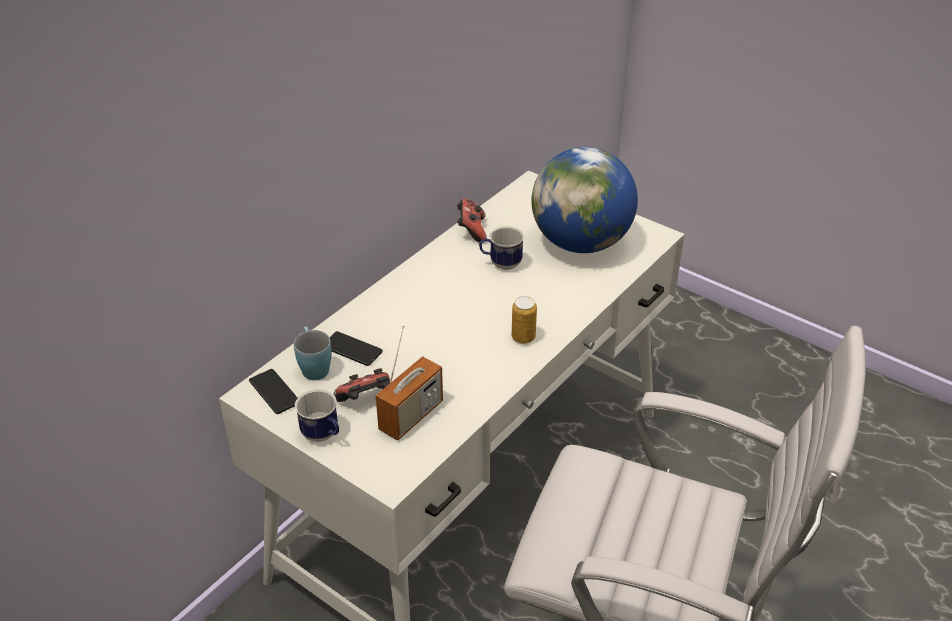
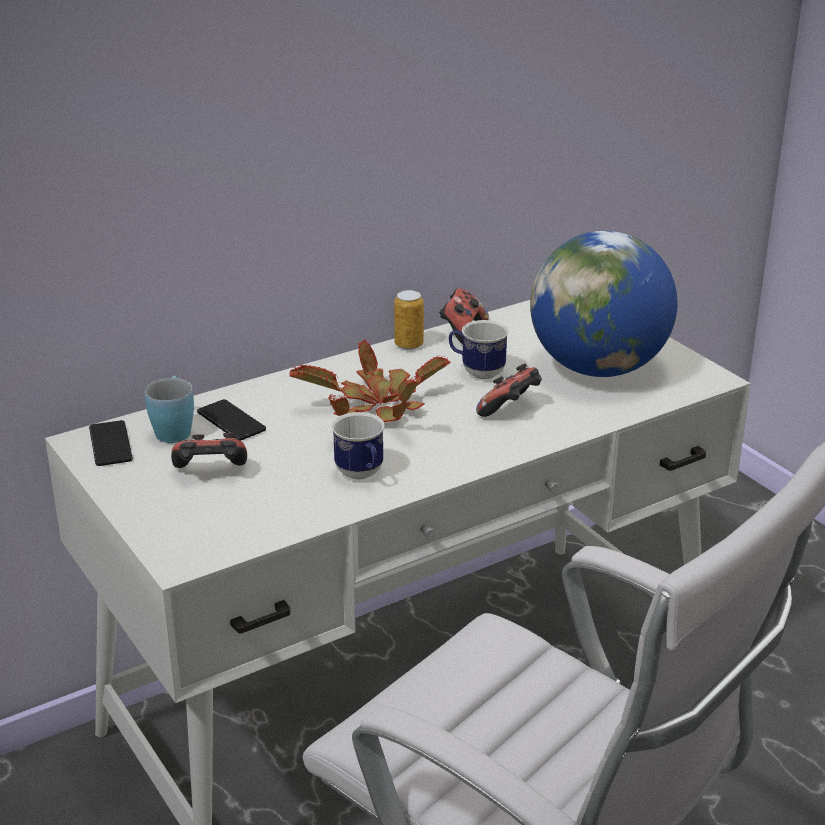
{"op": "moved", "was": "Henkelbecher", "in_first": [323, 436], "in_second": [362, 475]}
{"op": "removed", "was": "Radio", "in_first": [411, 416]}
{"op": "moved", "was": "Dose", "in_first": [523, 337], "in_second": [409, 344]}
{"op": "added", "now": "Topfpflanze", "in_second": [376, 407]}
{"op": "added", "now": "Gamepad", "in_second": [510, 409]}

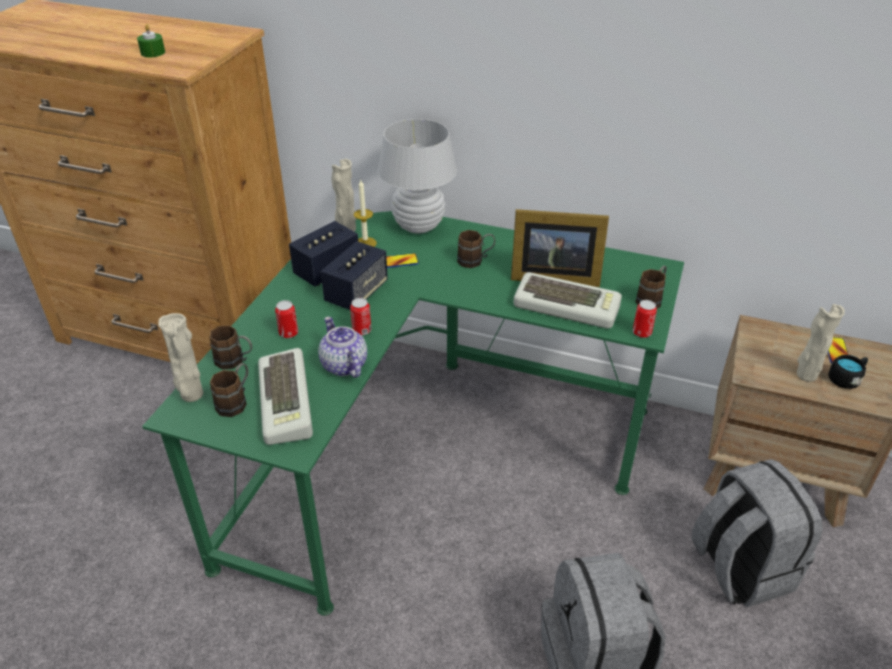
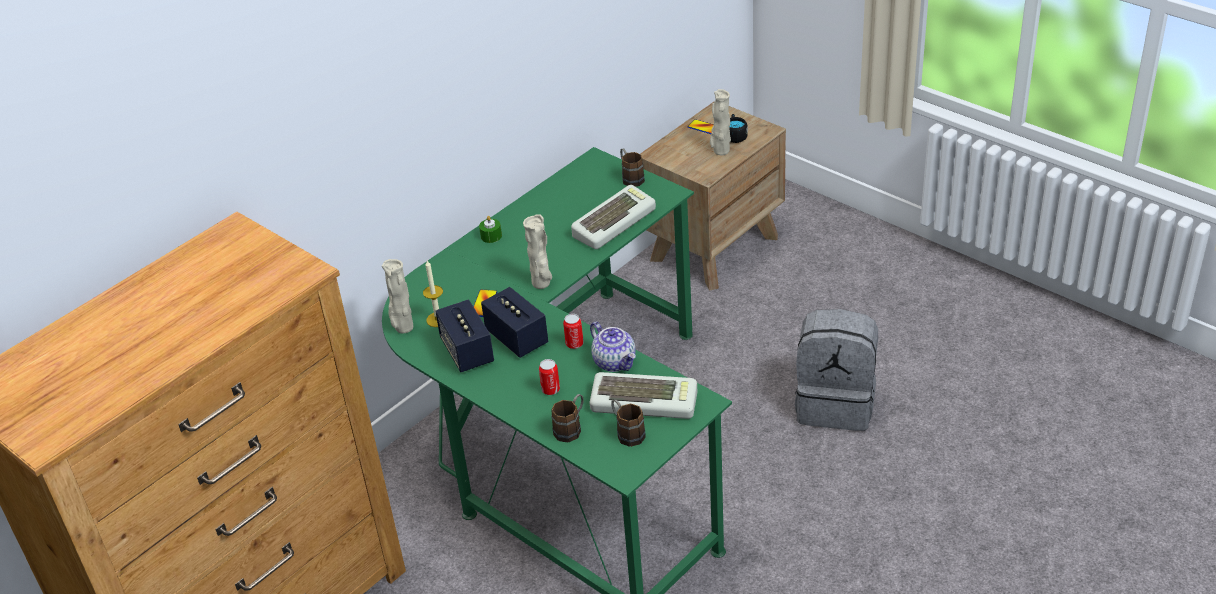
{"op": "moved", "was": "Kerze [grün]", "in_first": [153, 53], "in_second": [491, 236]}
{"op": "moved", "was": "Vase [beige]", "in_first": [191, 396], "in_second": [542, 284]}
{"op": "turned", "was": "Teekanne", "in_first": [343, 365], "in_second": [615, 362], "clockwise": -120}
{"op": "removed", "was": "Tischlampe [weiß]", "in_first": [419, 226]}
{"op": "removed", "was": "Henkelbecher [braun]", "in_first": [475, 260]}
{"op": "removed", "was": "Bilderrahmen", "in_first": [552, 276]}
{"op": "removed", "was": "Dose", "in_first": [642, 332]}
{"op": "removed", "was": "Rucksack [grau]", "in_first": [739, 567]}

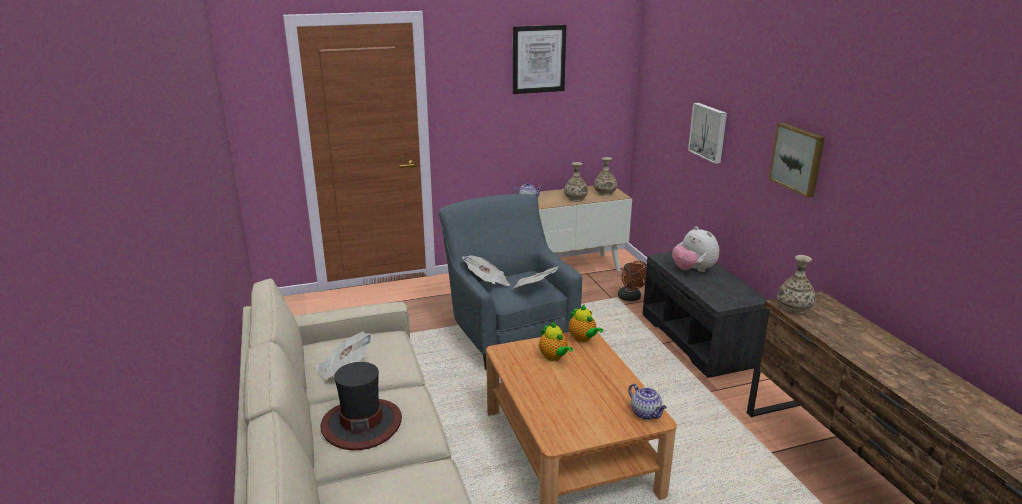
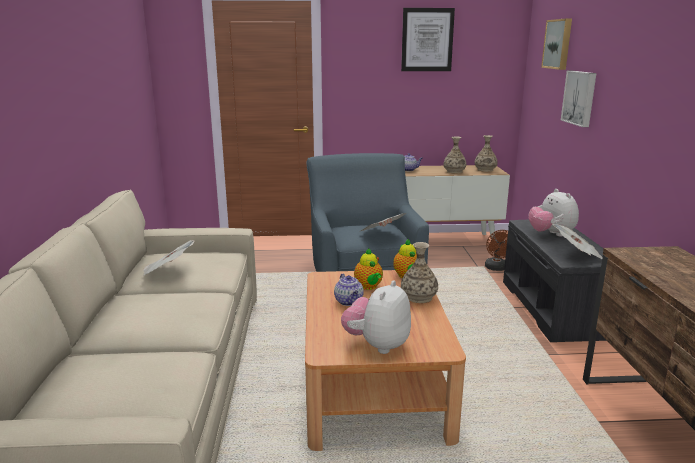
{"op": "removed", "was": "Hut", "in_first": [361, 424]}
{"op": "moved", "was": "Zeitung", "in_first": [487, 282], "in_second": [577, 254]}
{"op": "moved", "was": "Teekanne", "in_first": [646, 413], "in_second": [349, 302]}
{"op": "moved", "was": "Bild", "in_first": [798, 159], "in_second": [558, 44]}
{"op": "moved", "was": "Vase", "in_first": [794, 308], "in_second": [419, 297]}
{"op": "added", "now": "Plüschtier", "in_second": [377, 345]}

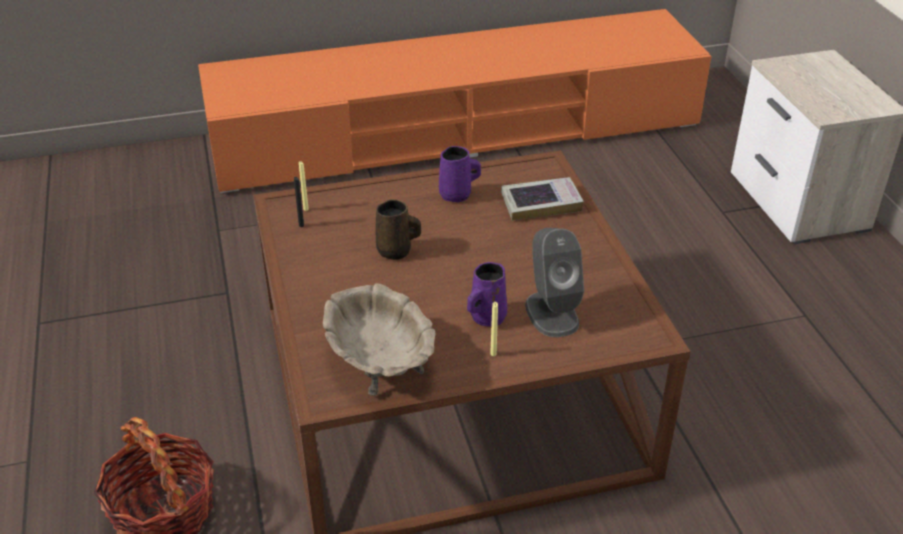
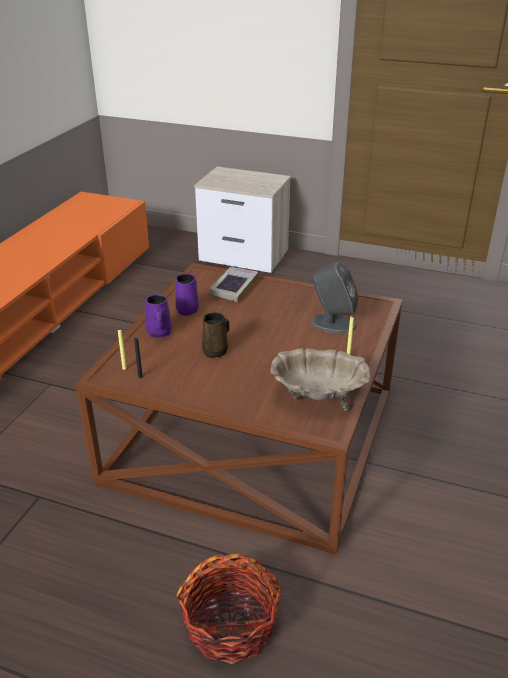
{"op": "moved", "was": "Henkelbecher [lila]", "in_first": [486, 317], "in_second": [159, 333]}

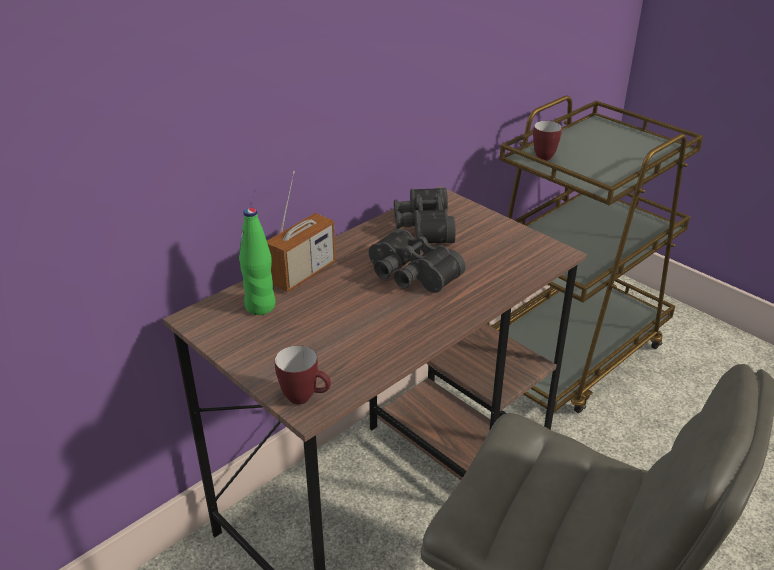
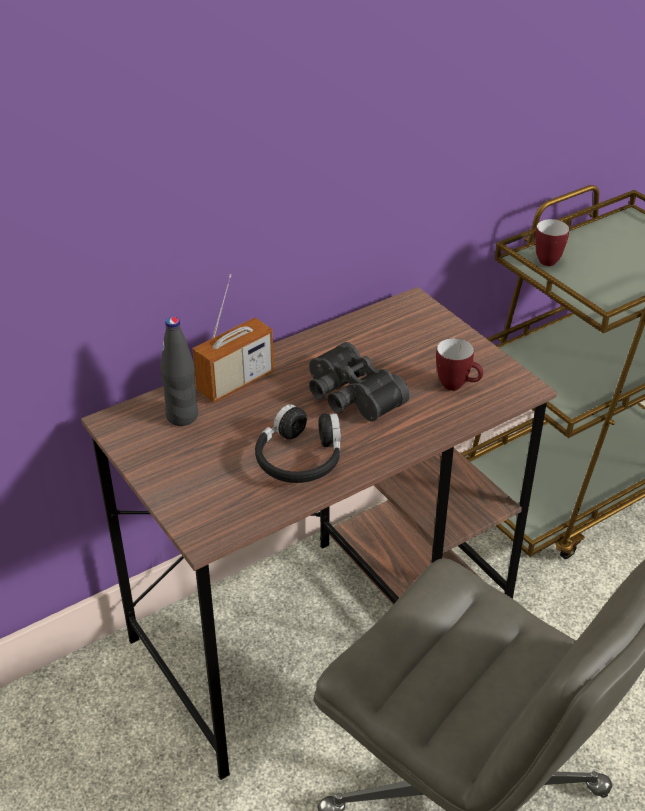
{"op": "recoloured", "was": "Flasche [grün]", "now": "Flasche [schwarz]", "in_first": [260, 306], "in_second": [182, 416]}
{"op": "moved", "was": "Henkelbecher", "in_first": [305, 398], "in_second": [457, 386]}
{"op": "removed", "was": "Fernglas [schwarz]", "in_first": [422, 226]}
{"op": "added", "now": "Kopfhörer [schwarz]", "in_second": [300, 458]}

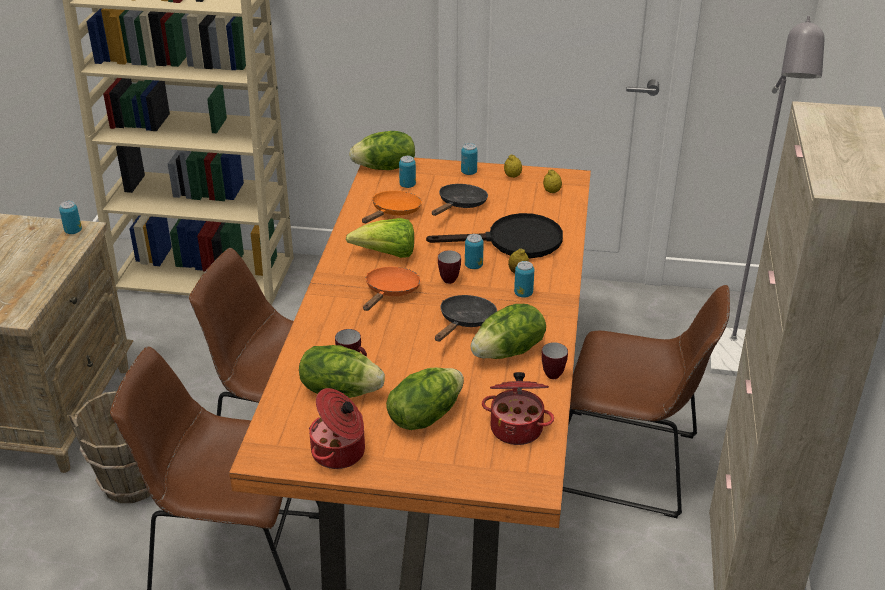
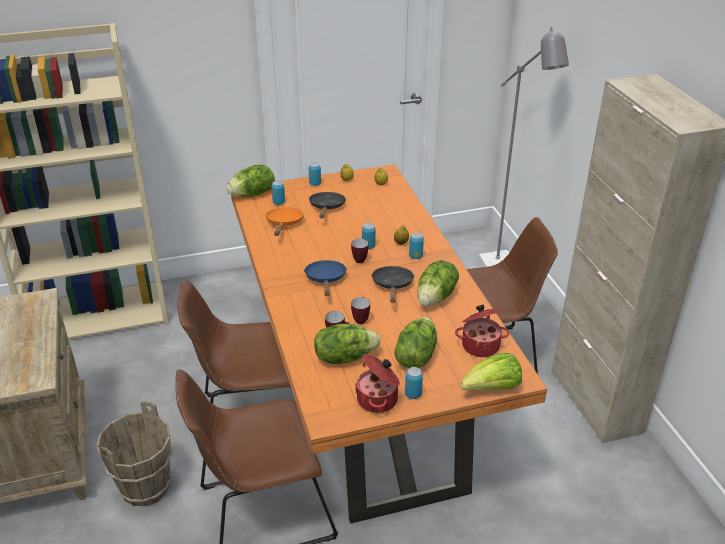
{"op": "moved", "was": "Dose", "in_first": [73, 231], "in_second": [413, 394]}
{"op": "moved", "was": "Salatkopf", "in_first": [387, 255], "in_second": [492, 389]}
{"op": "recoloured", "was": "Pfanne [orange]", "now": "Pfanne [blau]", "in_first": [390, 292], "in_second": [326, 279]}
{"op": "removed", "was": "Pfanne [schwarz]", "in_first": [514, 241]}
{"op": "moved", "was": "Henkelbecher", "in_first": [553, 372], "in_second": [359, 319]}

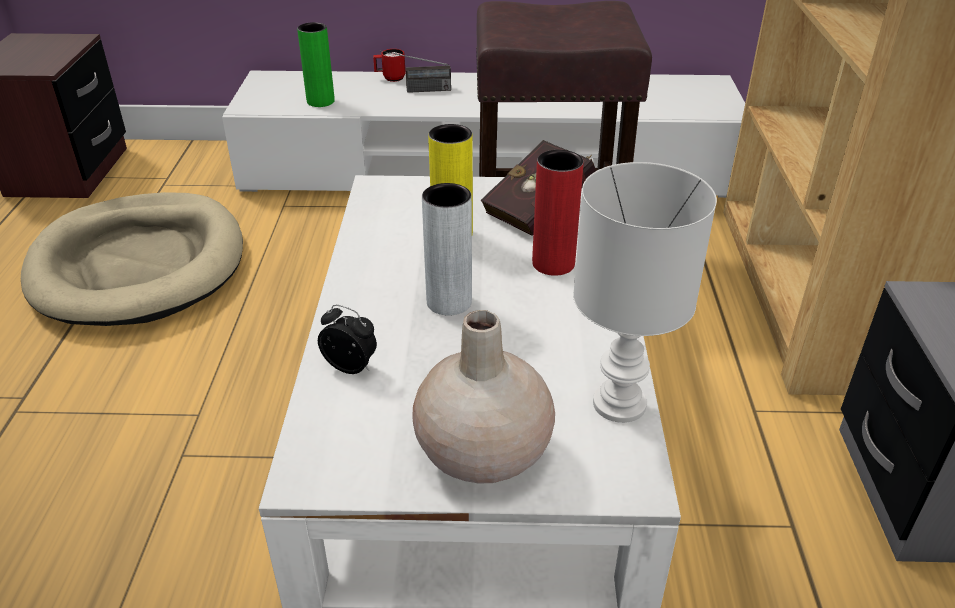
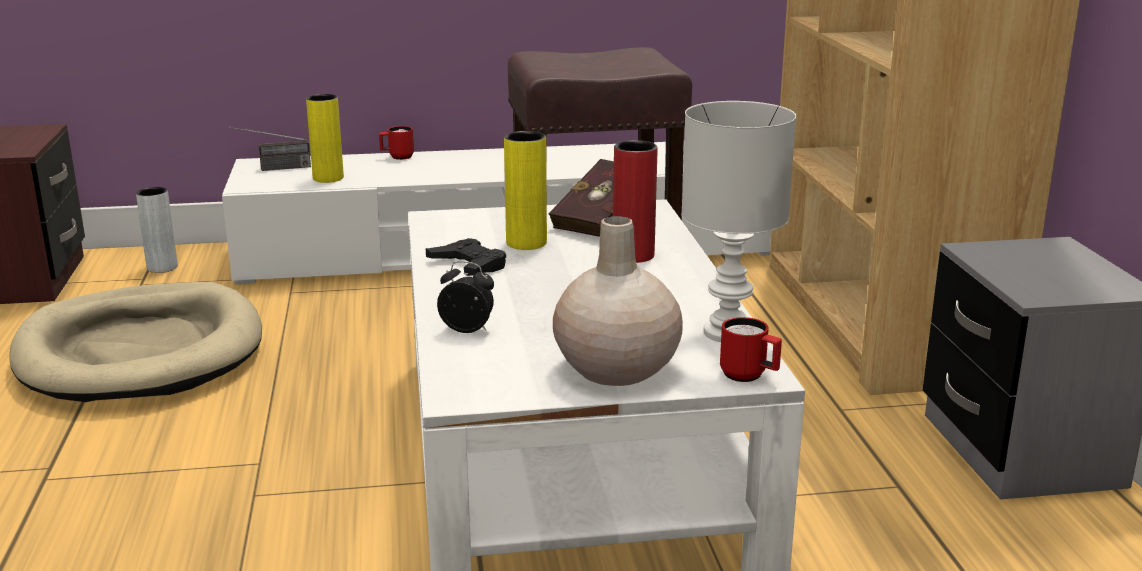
{"op": "recoloured", "was": "Vase [grün]", "now": "Vase [gelb]", "in_first": [320, 101], "in_second": [328, 178]}
{"op": "moved", "was": "Radio", "in_first": [416, 90], "in_second": [272, 168]}
{"op": "moved", "was": "Vase [grau]", "in_first": [449, 302], "in_second": [162, 267]}
{"op": "added", "now": "Gamepad [schwarz]", "in_second": [469, 265]}
{"op": "added", "now": "Henkelbecher [rot]", "in_second": [749, 376]}

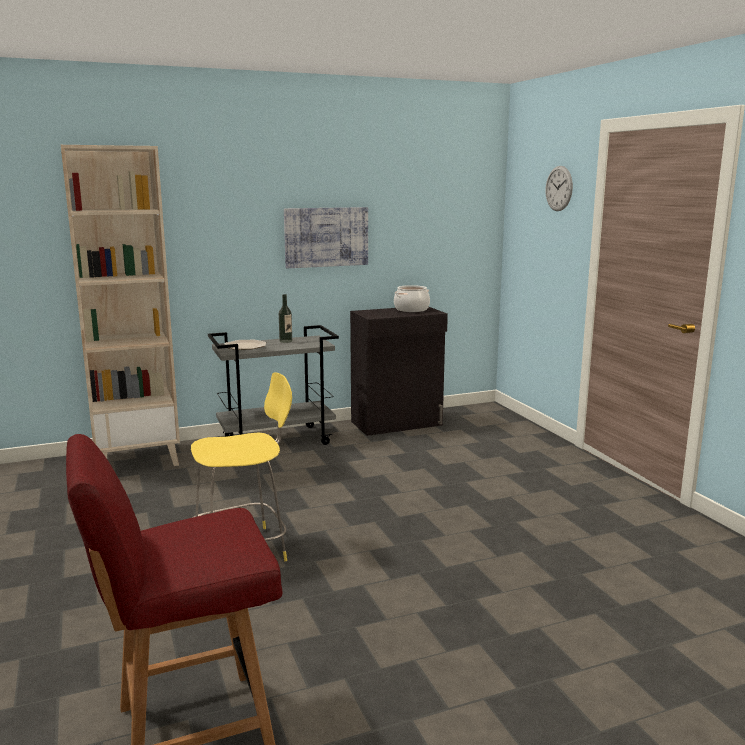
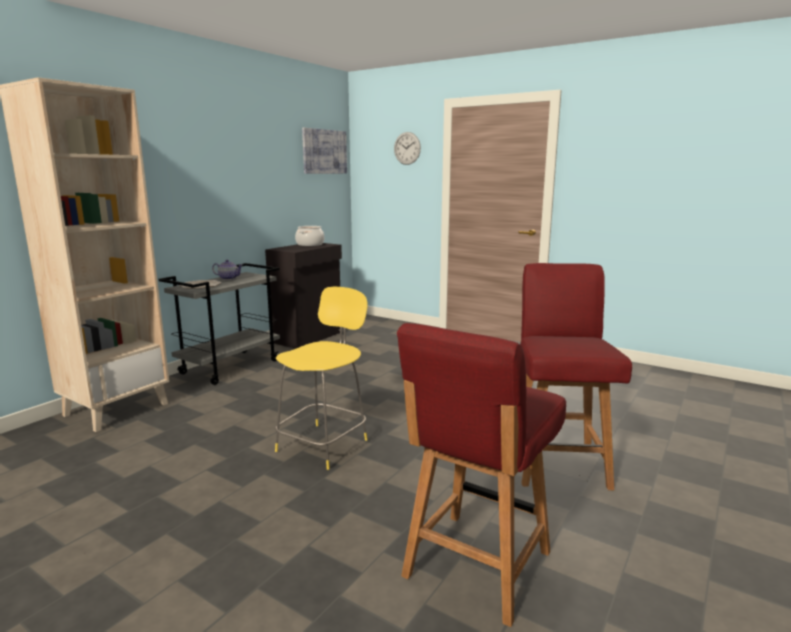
{"op": "replaced", "was": "Flasche", "now": "Teekanne", "in_first": [285, 341], "in_second": [228, 278]}
{"op": "moved", "was": "Bild", "in_first": [326, 237], "in_second": [324, 151]}
{"op": "added", "now": "Stuhl [rot]", "in_second": [558, 462]}

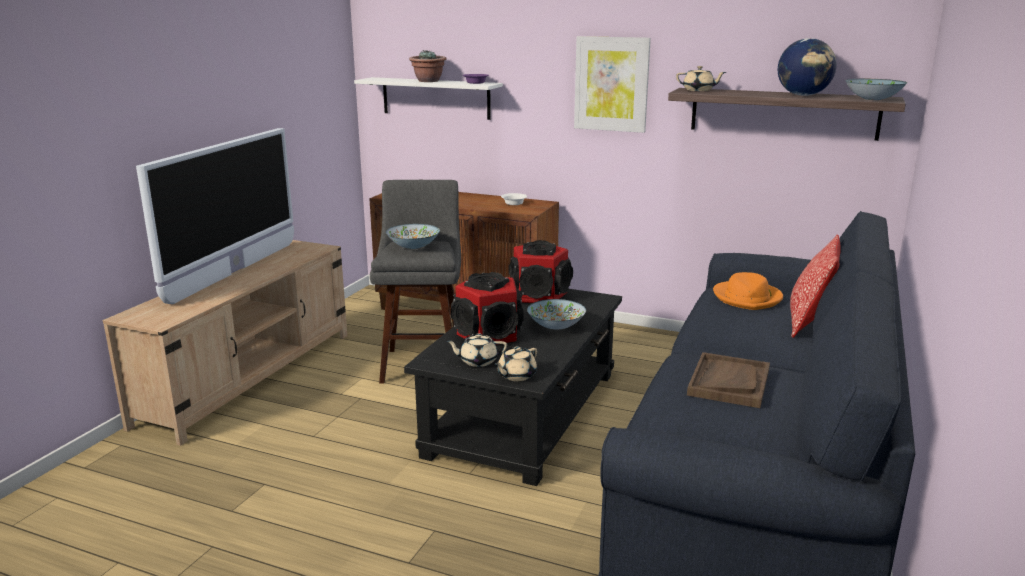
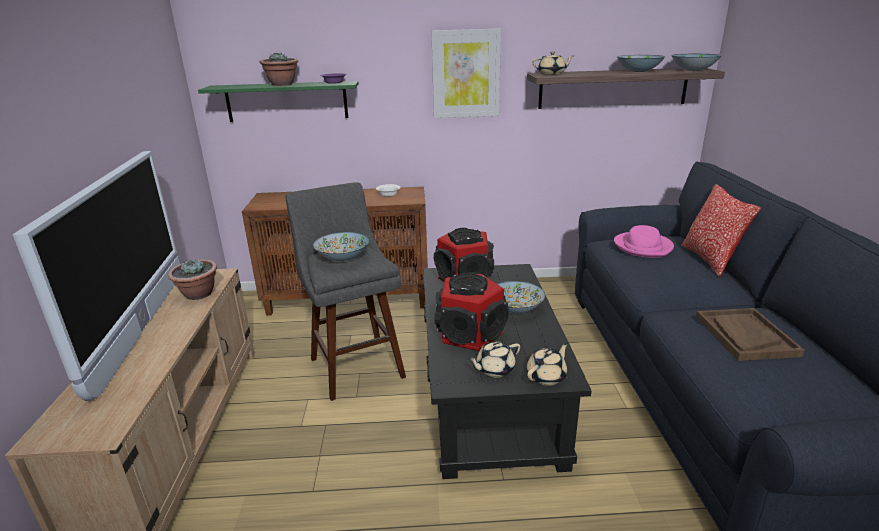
{"op": "recoloured", "was": "Wandregal [weiß]", "now": "Wandregal [grün]", "in_first": [435, 98], "in_second": [287, 101]}
{"op": "turned", "was": "Teekanne [beige]", "in_first": [516, 375], "in_second": [547, 376], "clockwise": -150}
{"op": "recoloured", "was": "Hut [orange]", "now": "Hut [rosa]", "in_first": [747, 298], "in_second": [643, 247]}
{"op": "replaced", "was": "Globus", "now": "Schüssel", "in_first": [803, 95], "in_second": [639, 71]}
{"op": "added", "now": "Topfpflanze", "in_second": [198, 294]}

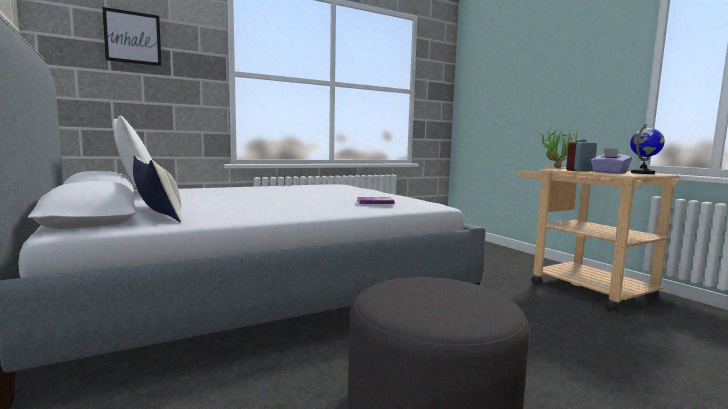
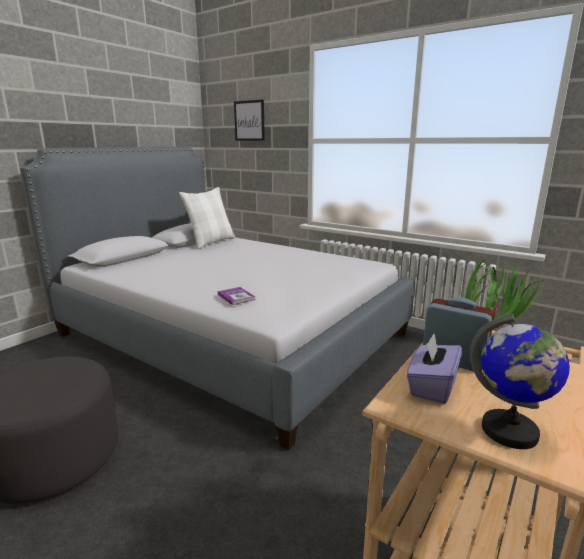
{"op": "removed", "was": "Kissen", "in_first": [157, 212]}

